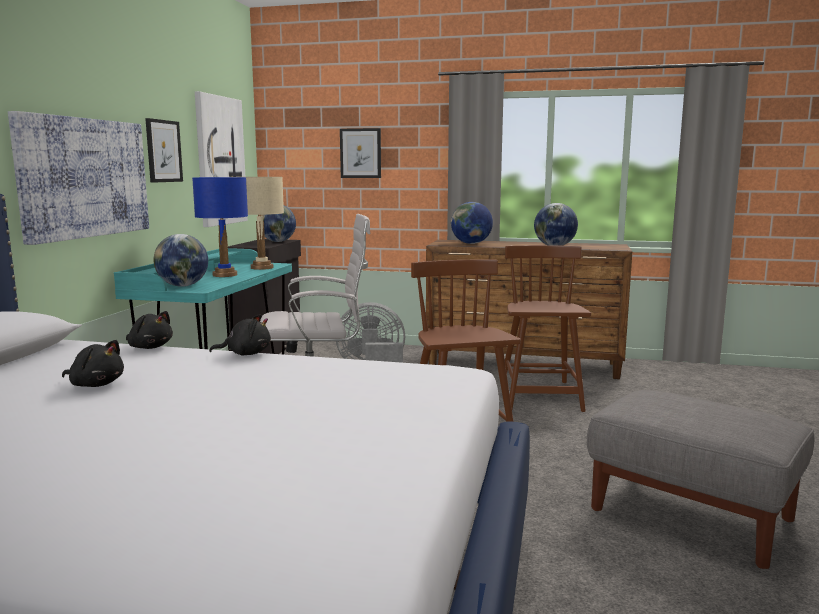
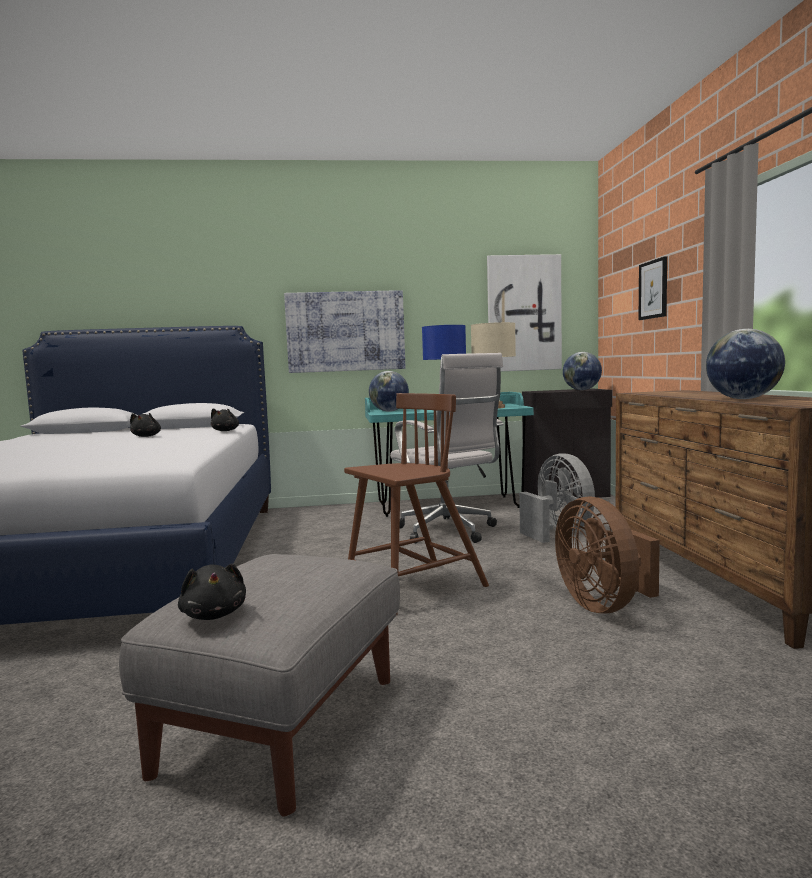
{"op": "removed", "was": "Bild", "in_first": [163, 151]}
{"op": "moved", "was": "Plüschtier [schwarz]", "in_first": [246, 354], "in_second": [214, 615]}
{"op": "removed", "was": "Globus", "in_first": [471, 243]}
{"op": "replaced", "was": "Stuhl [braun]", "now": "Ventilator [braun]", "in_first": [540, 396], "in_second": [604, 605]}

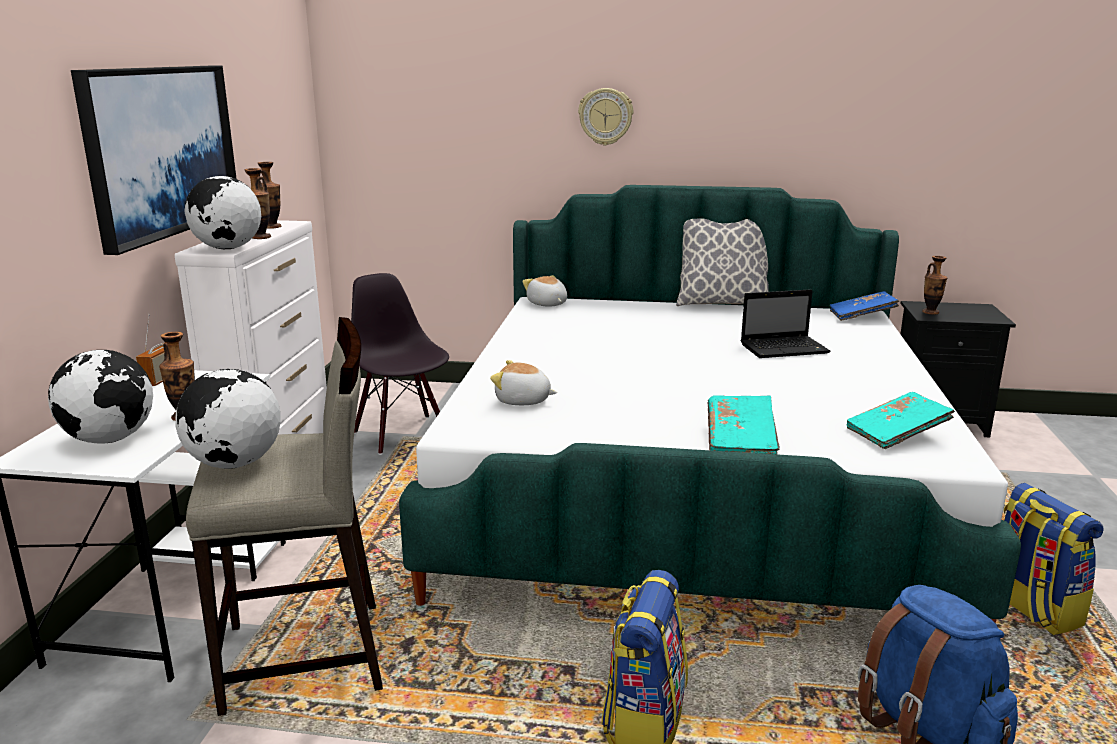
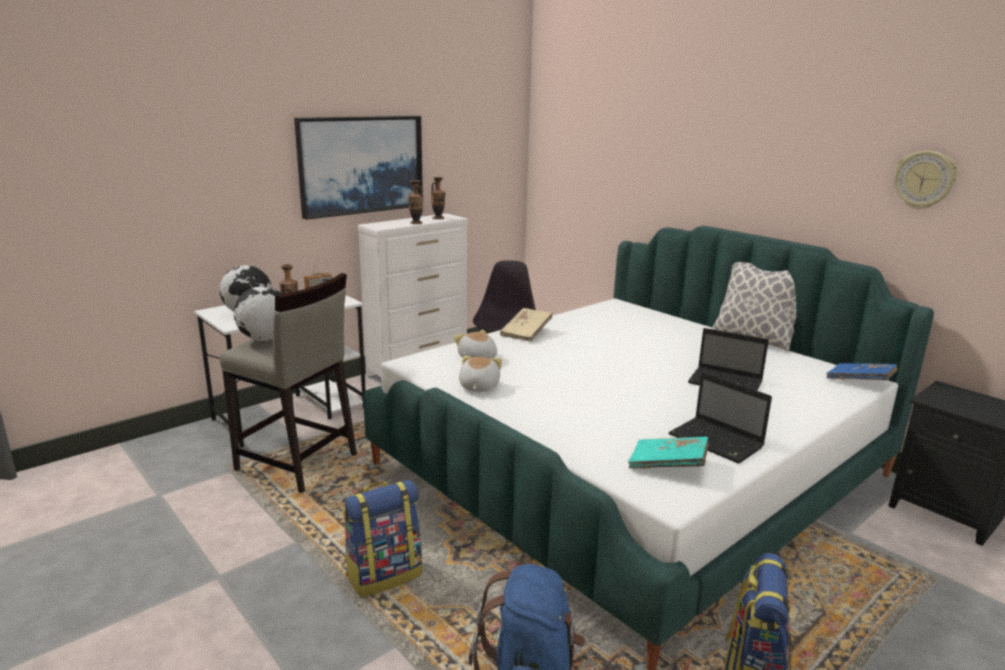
{"op": "removed", "was": "Globus", "in_first": [227, 248]}
{"op": "moved", "was": "Plüschtier", "in_first": [547, 304], "in_second": [478, 386]}
{"op": "moved", "was": "Wanduhr", "in_first": [605, 116], "in_second": [924, 180]}
{"op": "removed", "was": "Buch [türkis]", "in_first": [740, 439]}
{"op": "removed", "was": "Vase", "in_first": [930, 312]}
{"op": "added", "now": "Buch [beige]", "in_second": [526, 333]}
{"op": "added", "now": "Laptop", "in_second": [717, 442]}

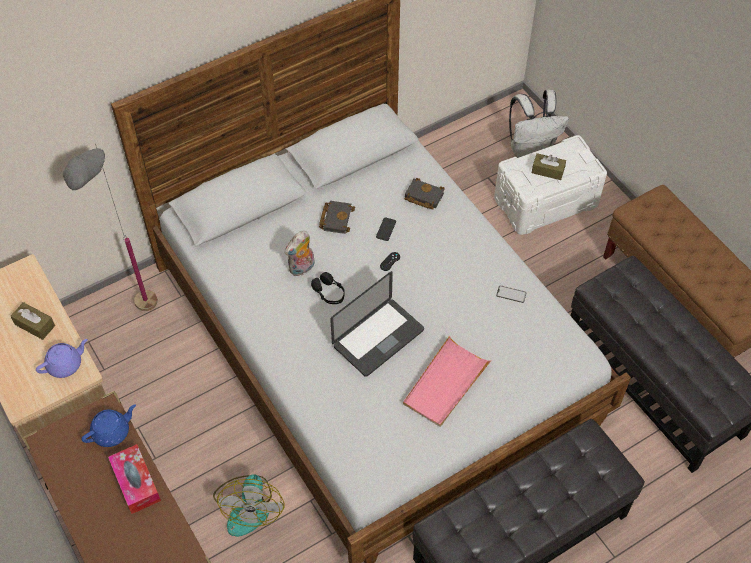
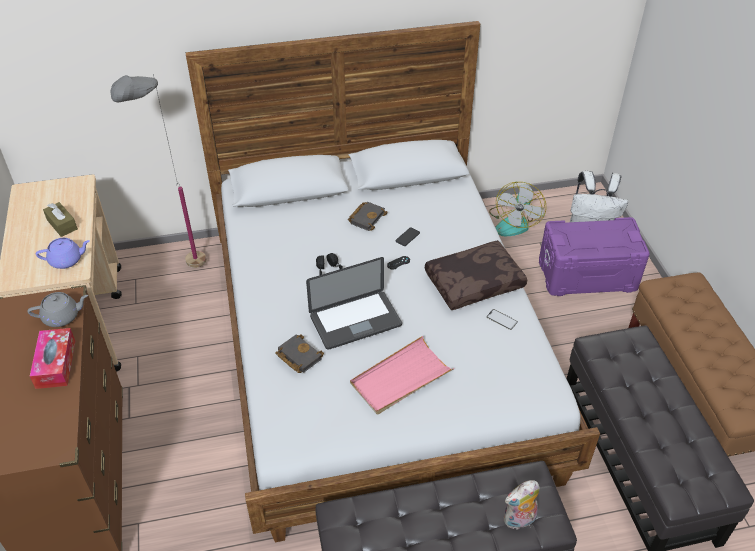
{"op": "recoloured", "was": "Teekanne [blau]", "now": "Teekanne [grau]", "in_first": [112, 432], "in_second": [62, 317]}
{"op": "moved", "was": "Ventilator", "in_first": [249, 506], "in_second": [514, 222]}
{"op": "moved", "was": "Plüschtier", "in_first": [302, 268], "in_second": [519, 520]}
{"op": "moved", "was": "Buch [schwarz]", "in_first": [422, 196], "in_second": [297, 356]}
{"op": "recoloured", "was": "Aufbewahrungsbox [weiß]", "now": "Aufbewahrungsbox [lila]", "in_first": [546, 202], "in_second": [587, 275]}
{"op": "removed", "was": "Taschentuchbox [braun]", "in_first": [547, 171]}
{"op": "added", "now": "Kissen [braun]", "in_second": [474, 281]}

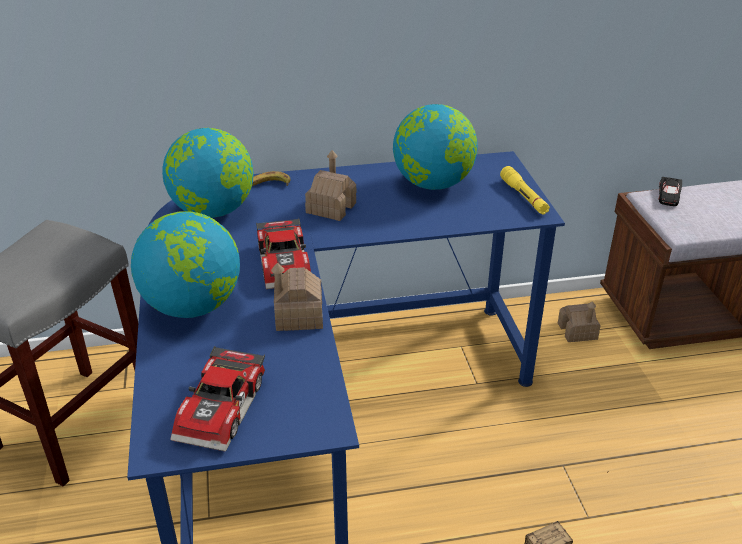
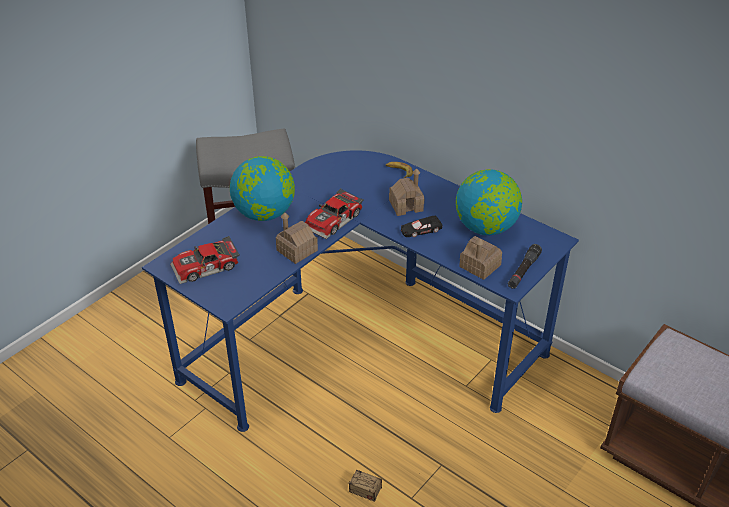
{"op": "removed", "was": "Globus", "in_first": [213, 211]}
{"op": "recoloured", "was": "Taschenlampe [gelb]", "now": "Taschenlampe [schwarz]", "in_first": [524, 197], "in_second": [523, 271]}
{"op": "moved", "was": "Spielzeughaus", "in_first": [577, 331], "in_second": [480, 266]}
{"op": "moved", "was": "Spielzeugauto [schwarz]", "in_first": [668, 195], "in_second": [420, 230]}

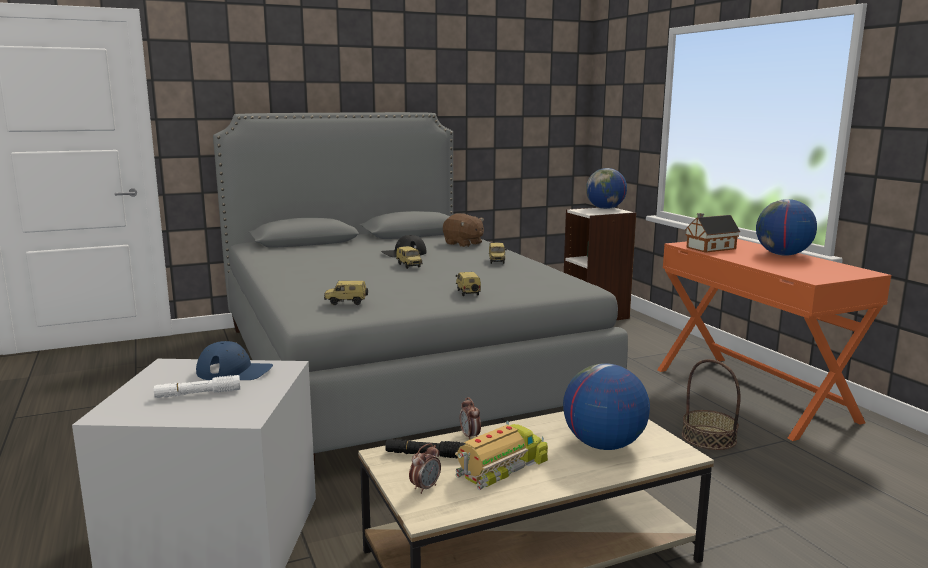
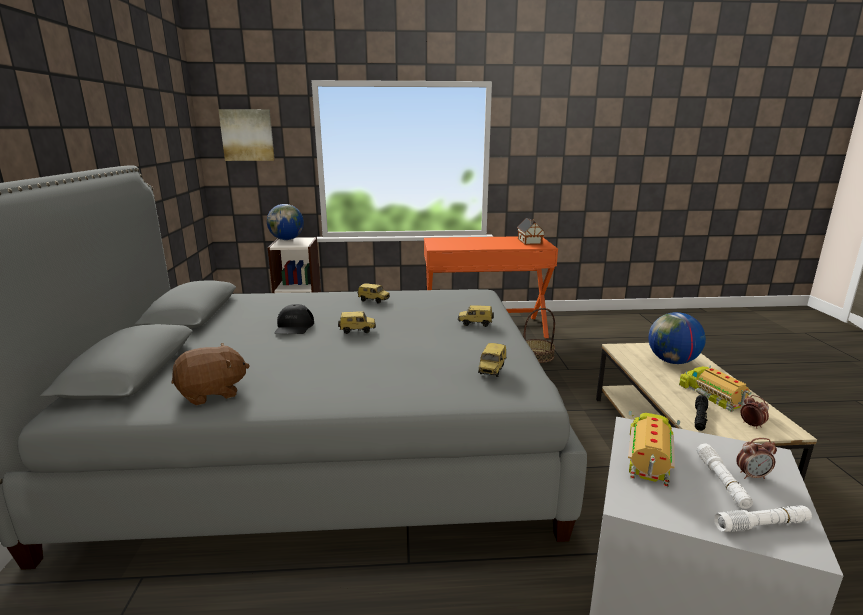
{"op": "replaced", "was": "Kappe [blau]", "now": "Spielzeuglaster", "in_first": [235, 371], "in_second": [650, 457]}
{"op": "moved", "was": "Plüschtier [braun]", "in_first": [463, 244], "in_second": [212, 393]}
{"op": "moved", "was": "Wecker", "in_first": [470, 436], "in_second": [752, 476]}
{"op": "moved", "was": "Spielzeughaus", "in_first": [709, 248], "in_second": [529, 241]}
{"op": "removed", "was": "Globus", "in_first": [782, 255]}
{"op": "added", "now": "Bild", "in_second": [247, 135]}
{"op": "added", "now": "Taschenlampe [weiß]", "in_second": [761, 525]}

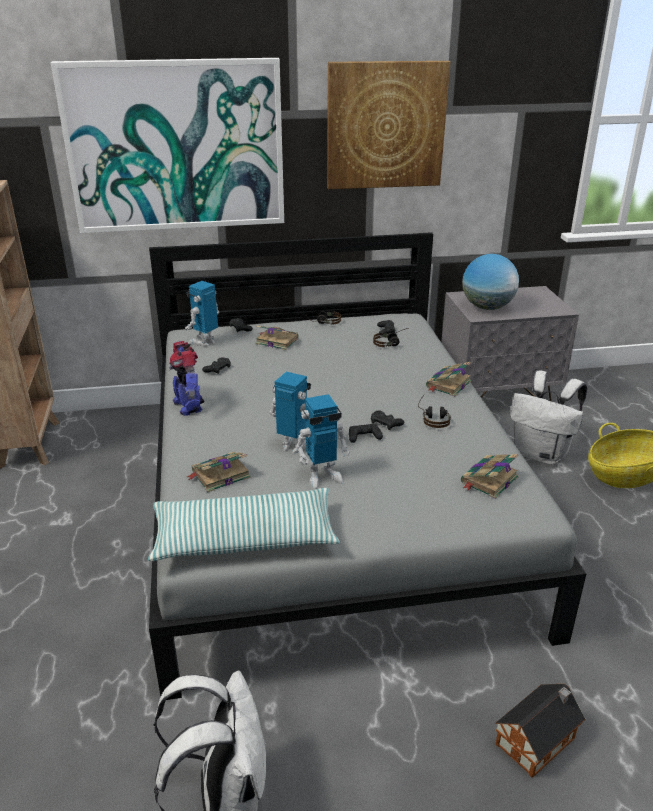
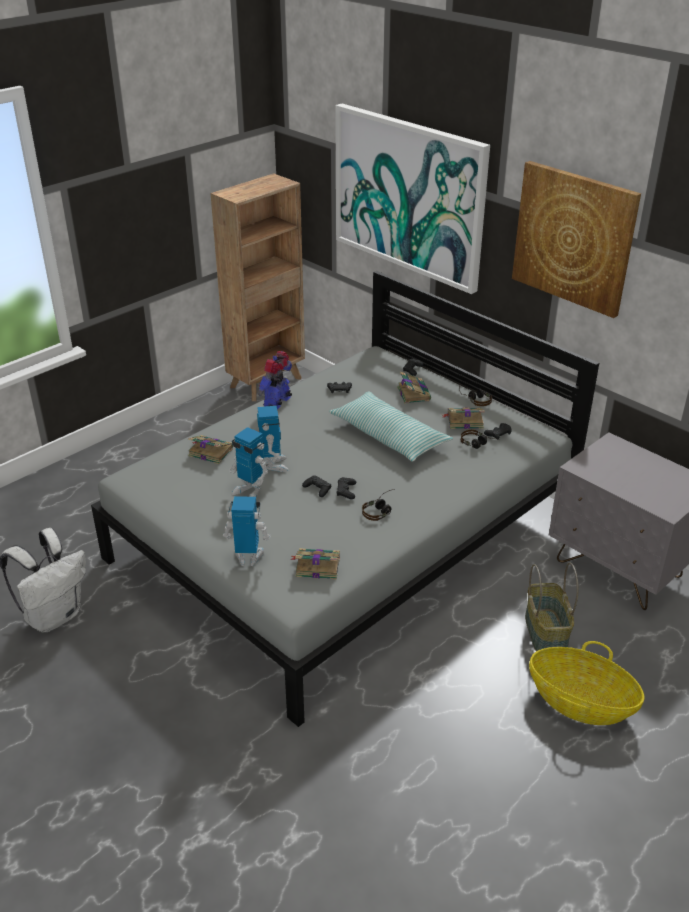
{"op": "moved", "was": "Kissen", "in_first": [245, 538], "in_second": [389, 436]}
{"op": "moved", "was": "Spielzeugroboter", "in_first": [204, 342], "in_second": [248, 558]}
{"op": "moved", "was": "Buch", "in_first": [448, 385], "in_second": [464, 421]}
{"op": "removed", "was": "Globus", "in_first": [487, 307]}
{"op": "removed", "was": "Spielzeughaus", "in_first": [538, 739]}
{"op": "replaced", "was": "Rucksack [weiß]", "now": "Korb", "in_first": [541, 454], "in_second": [547, 633]}

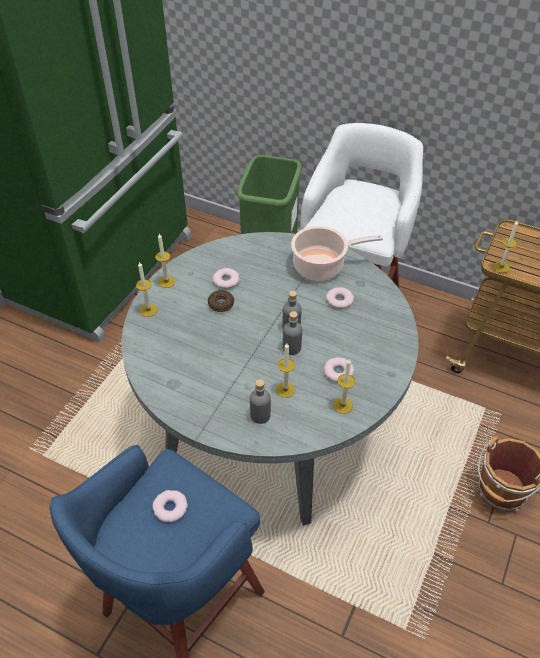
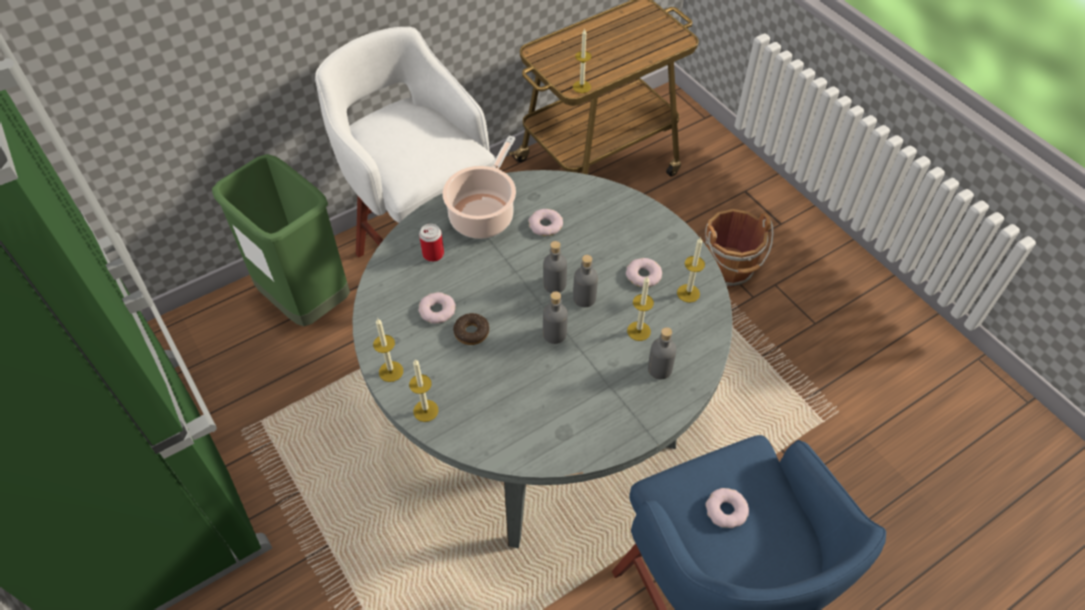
{"op": "added", "now": "Dose", "in_second": [433, 254]}
{"op": "added", "now": "Flasche [grau]", "in_second": [554, 334]}

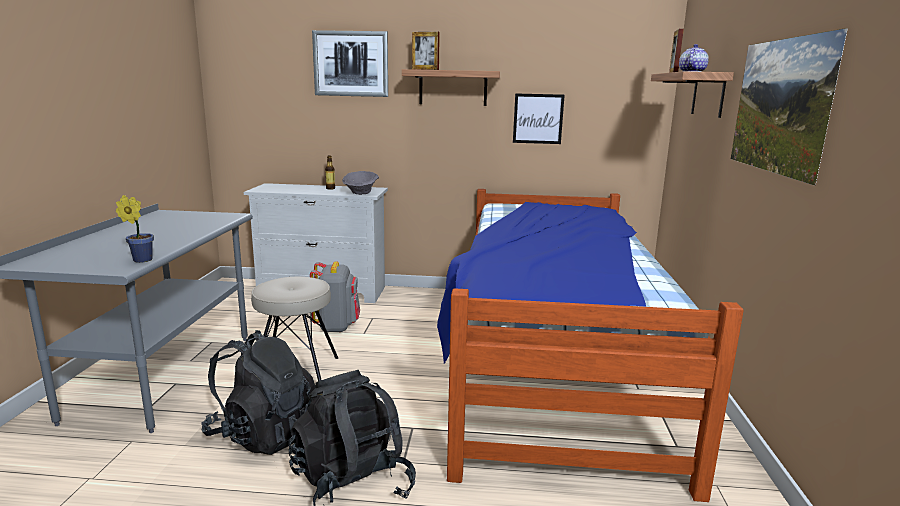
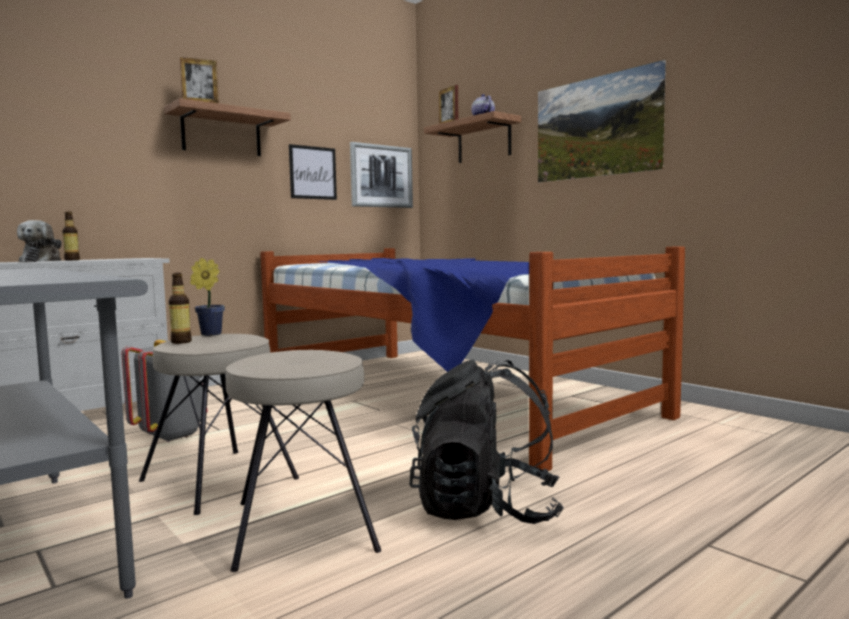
{"op": "moved", "was": "Topfpflanze", "in_first": [140, 260], "in_second": [208, 334]}
{"op": "replaced", "was": "Rucksack [schwarz]", "now": "Hocker [beige]", "in_first": [263, 434], "in_second": [302, 526]}
{"op": "moved", "was": "Bild", "in_first": [351, 64], "in_second": [381, 176]}
{"op": "removed", "was": "Schüssel [grau]", "in_first": [361, 193]}
{"op": "added", "now": "Plüschtier", "in_second": [42, 261]}
{"op": "added", "now": "Flasche", "in_second": [181, 342]}

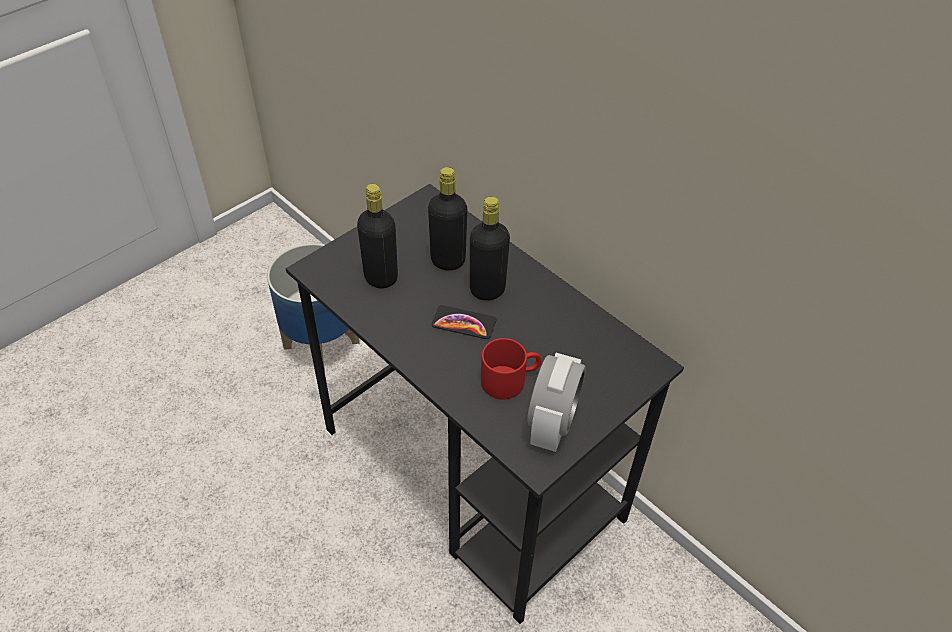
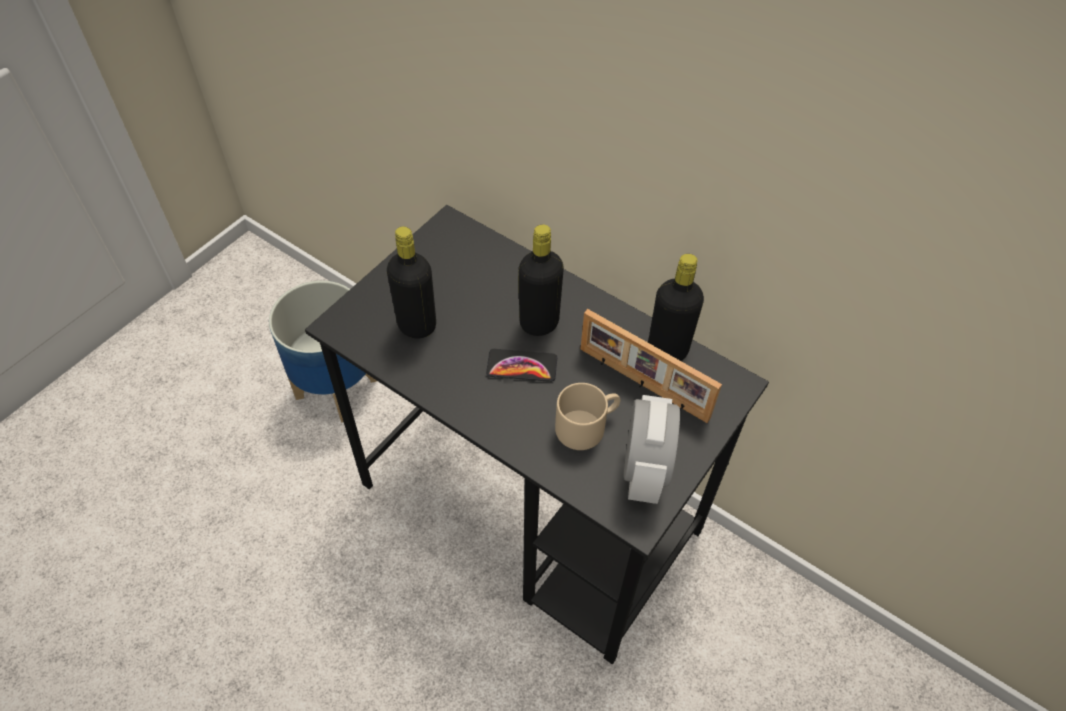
{"op": "moved", "was": "Flasche [schwarz]", "in_first": [448, 260], "in_second": [667, 350]}
{"op": "recoloured", "was": "Henkelbecher [rot]", "now": "Henkelbecher [beige]", "in_first": [510, 379], "in_second": [587, 425]}
{"op": "added", "now": "Bilderrahmen", "in_second": [642, 384]}

